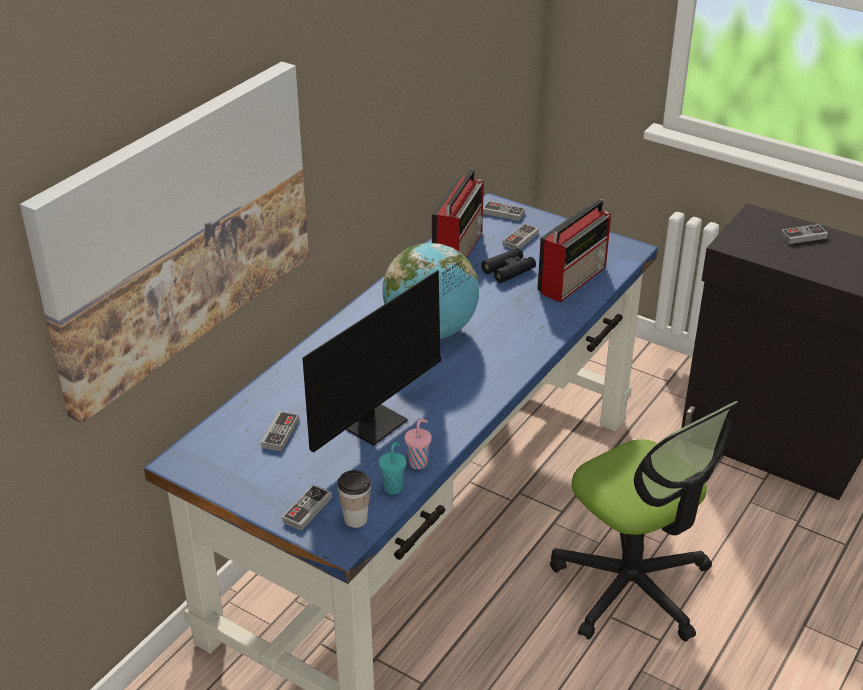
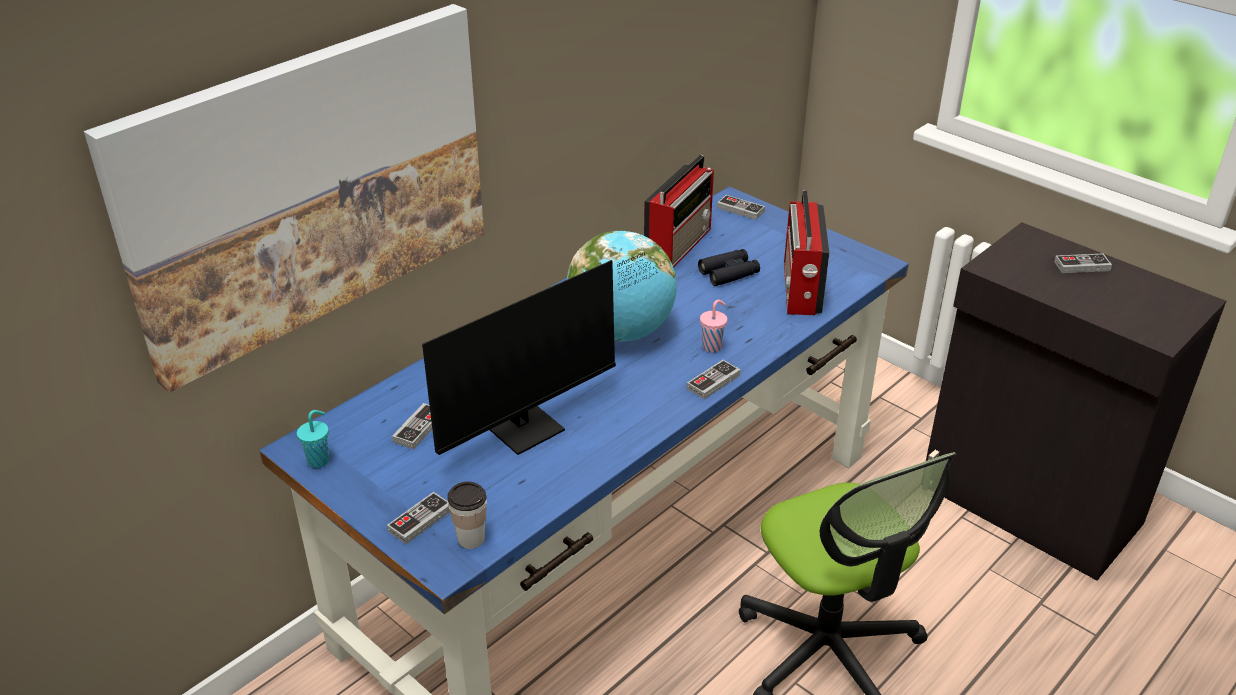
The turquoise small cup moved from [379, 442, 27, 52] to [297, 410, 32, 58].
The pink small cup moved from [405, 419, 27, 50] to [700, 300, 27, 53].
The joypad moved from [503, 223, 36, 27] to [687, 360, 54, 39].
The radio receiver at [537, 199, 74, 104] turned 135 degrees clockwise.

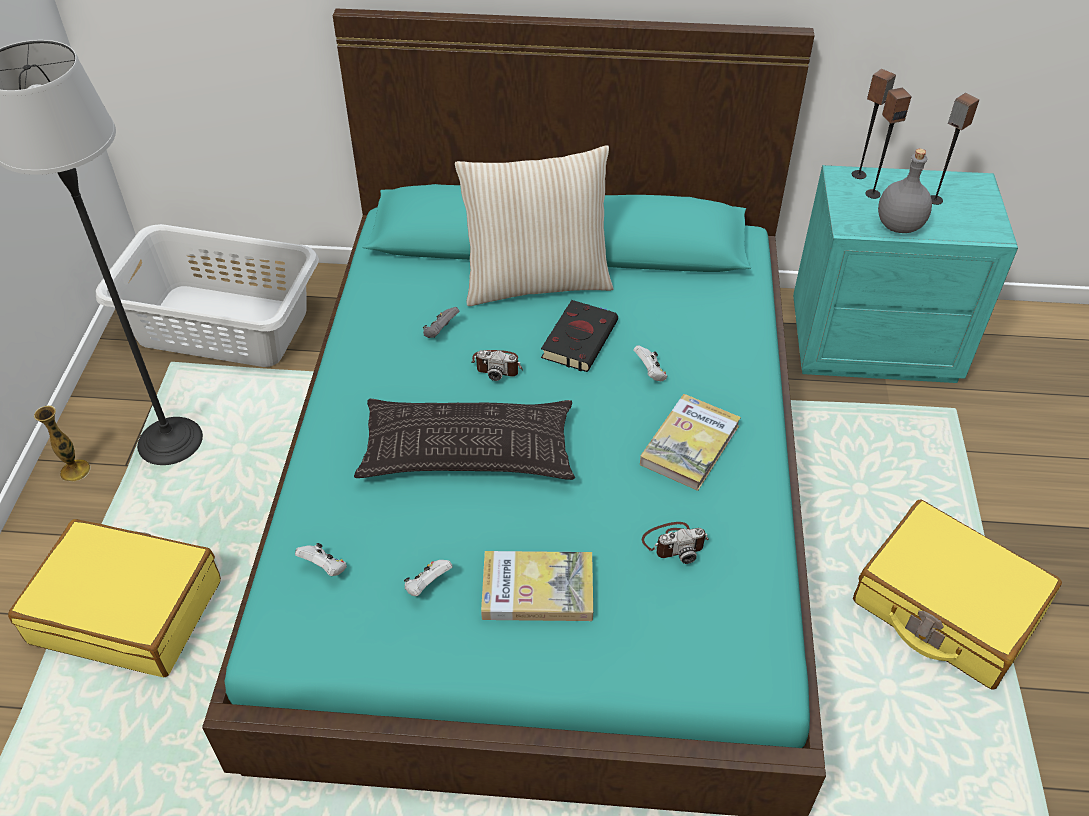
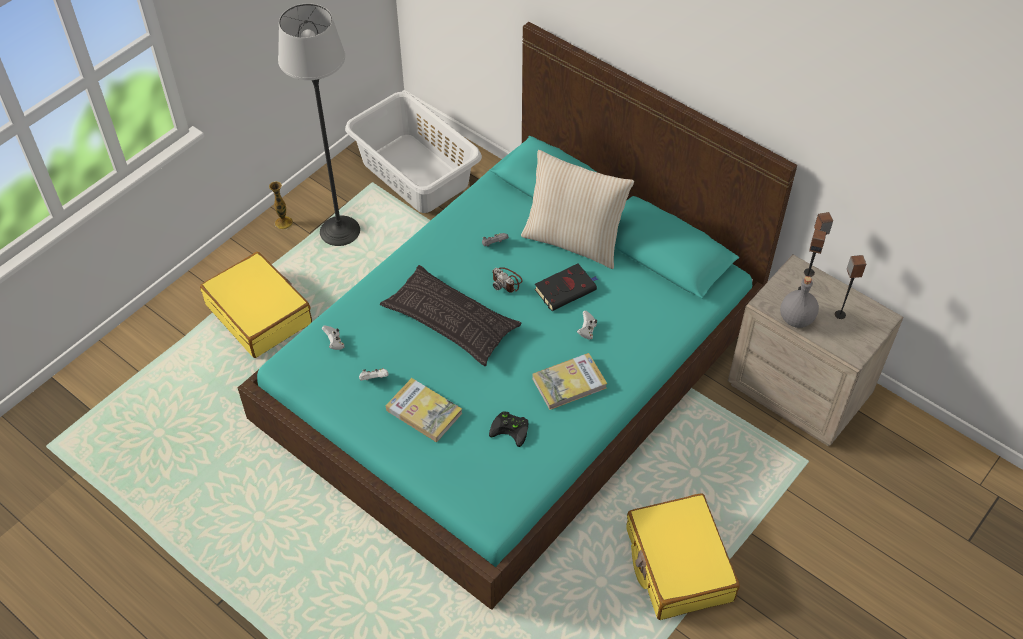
The still camera at [642, 522, 67, 42] was replaced by the black joypad at [489, 411, 39, 36].
The turquoise night table at [793, 165, 225, 218] became the beige-coloured night table at [728, 255, 176, 192].

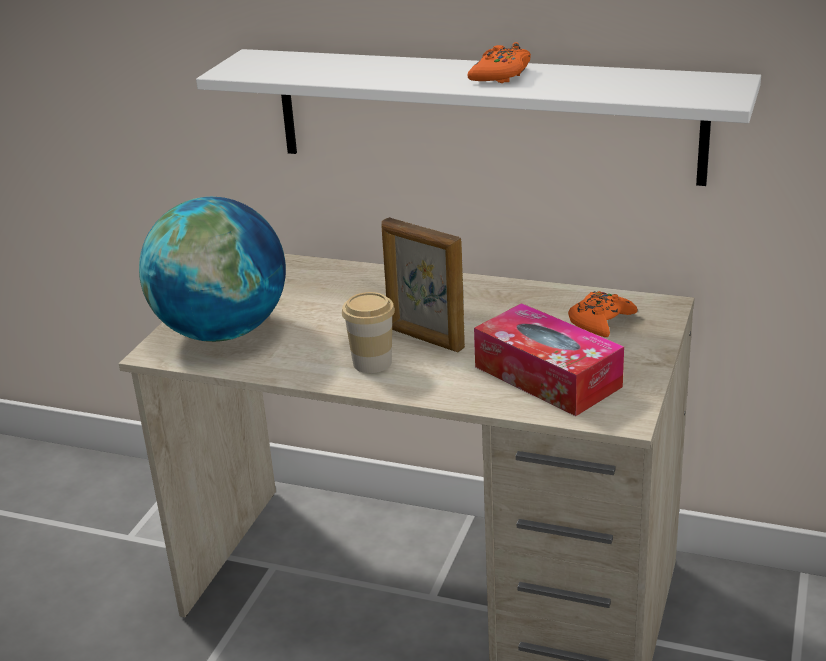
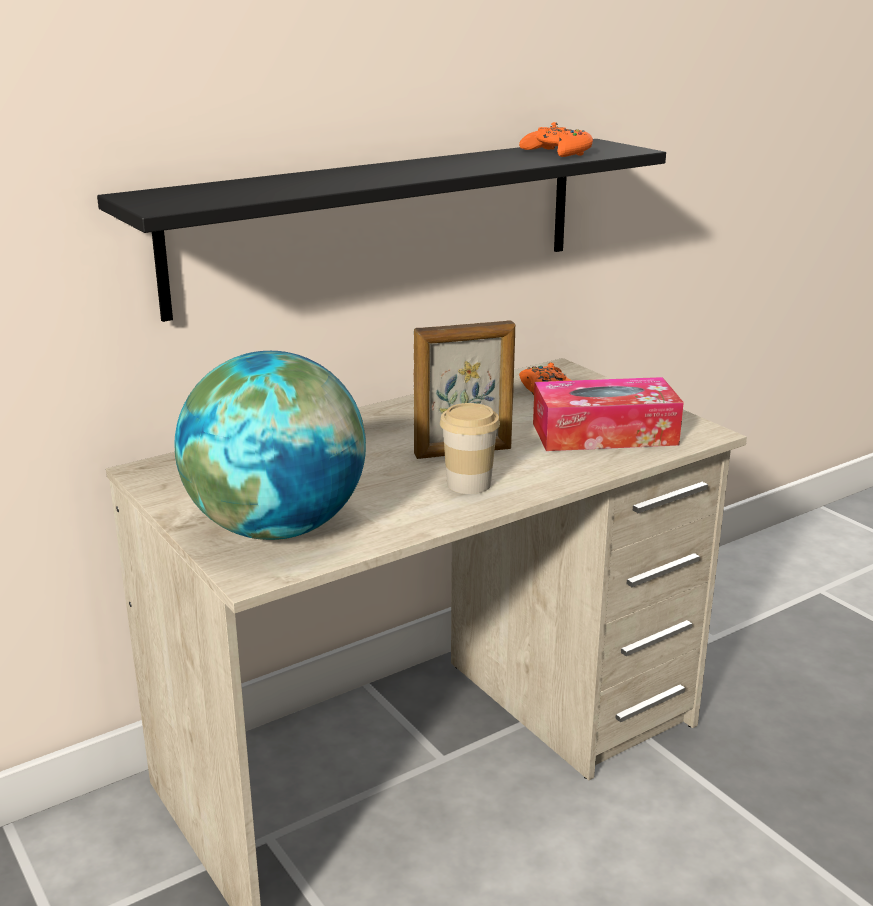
The whitish wall shelf at [196, 49, 565, 137] became the black wall shelf at [97, 139, 569, 183].
The orange-coloured joypad moved from [467, 42, 64, 41] to [519, 122, 74, 35].

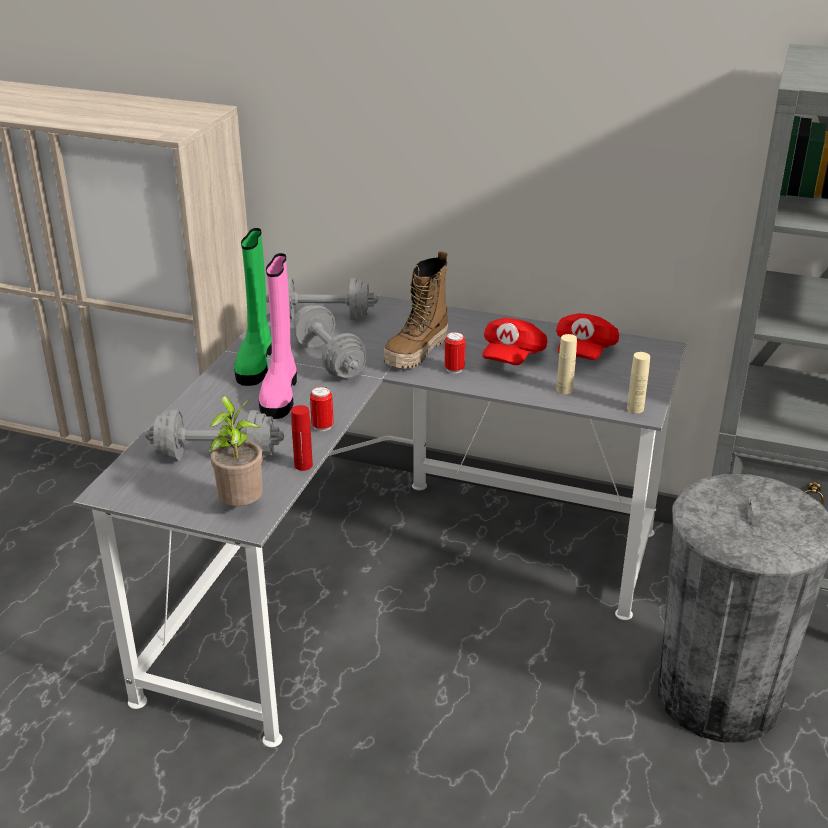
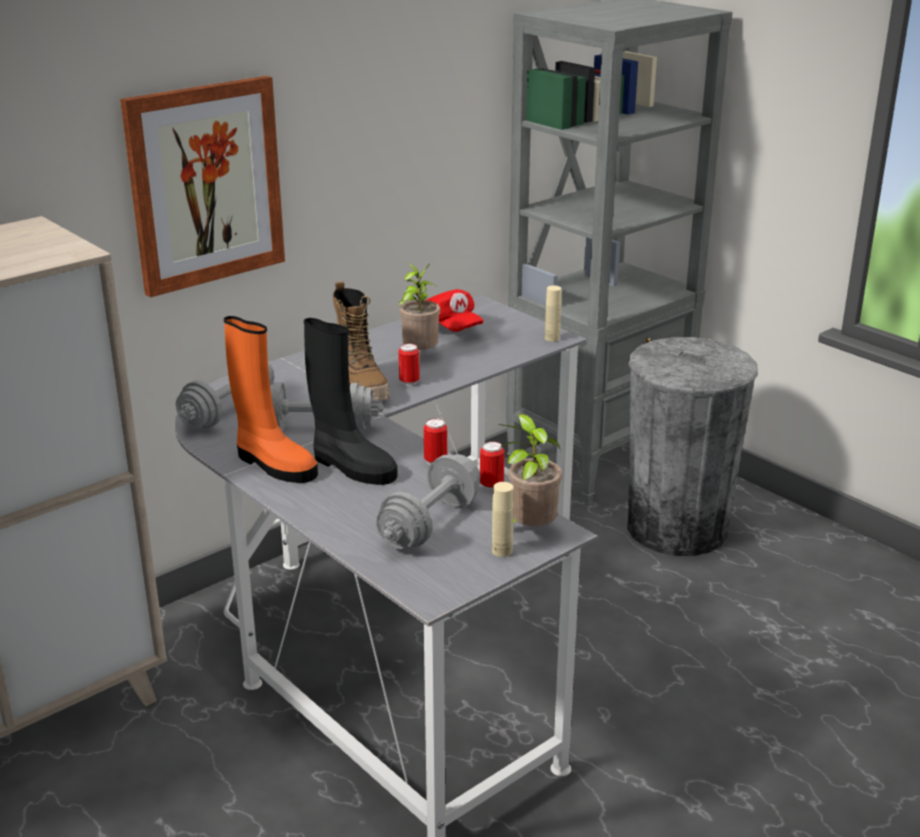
The greenish high-top boot at [234, 228, 38, 158] became the orange-coloured high-top boot at [224, 316, 94, 167].
The pink high-top boot at [259, 253, 38, 166] became the black high-top boot at [304, 318, 94, 167].
The reddish beverage bottle at [291, 405, 22, 66] was replaced by the sealed can at [480, 441, 25, 50].
The reddish peaked cap at [482, 318, 65, 47] was replaced by the plant in a pot at [398, 263, 42, 87].
The beige-coloured beverage bottle moved from [556, 334, 21, 60] to [492, 482, 22, 75].
The wall art at [120, 76, 165, 221] appeared.

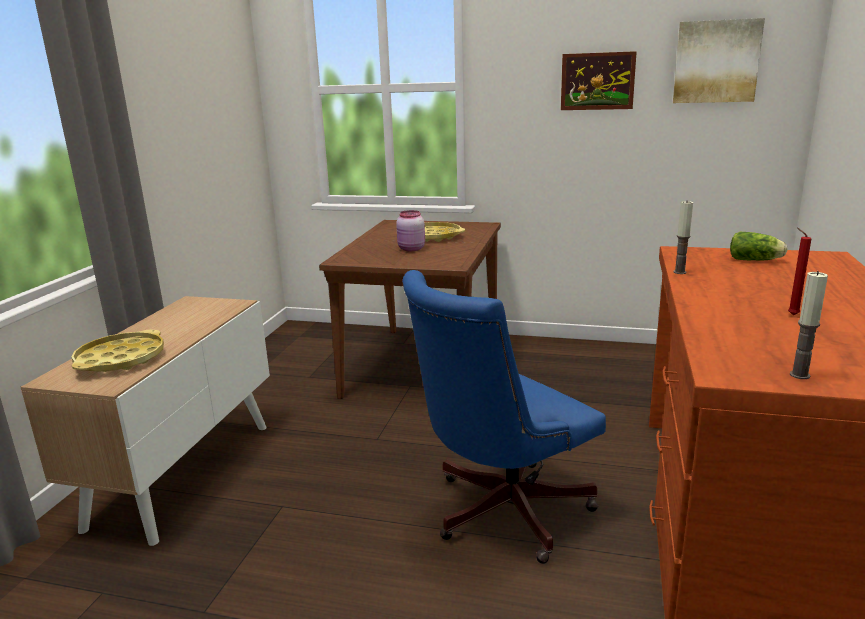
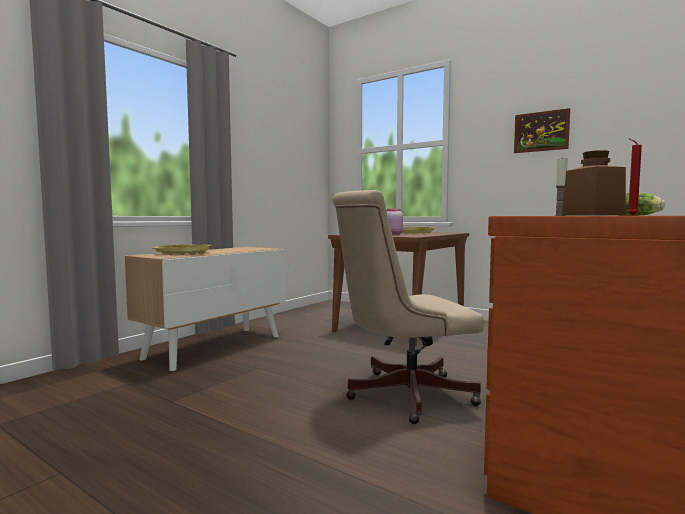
The blue computer chair at [402, 270, 204, 294] became the beige-coloured computer chair at [332, 190, 152, 234].
The wall art at [673, 18, 92, 85] disappeared.
The wax candle at [790, 271, 38, 108] was replaced by the brownish jar at [562, 150, 64, 65].

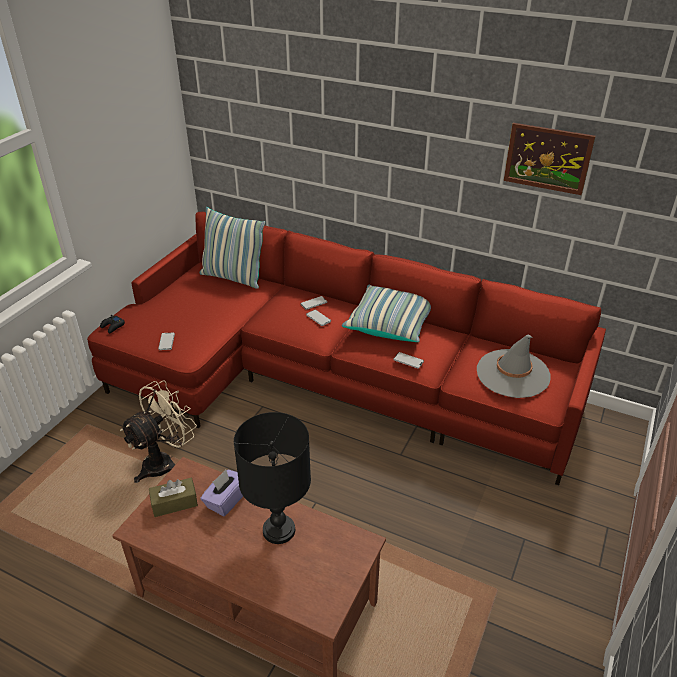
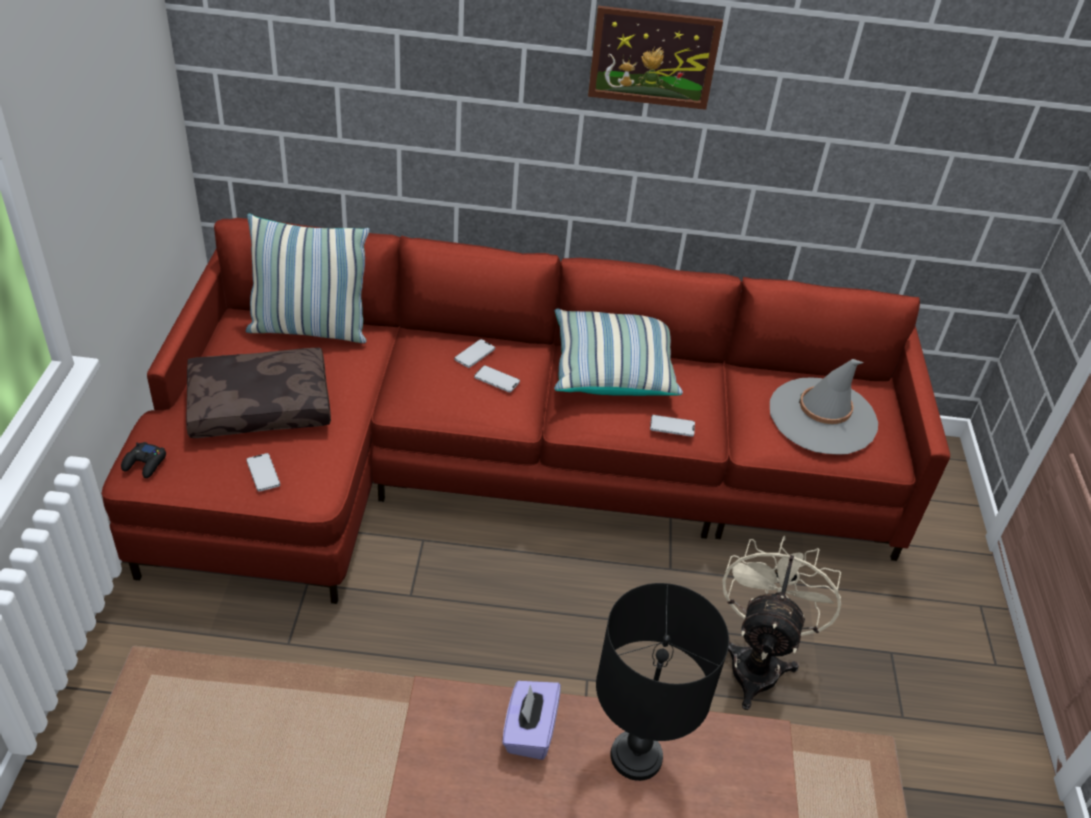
The beige-coloured cooling fan moved from [120, 380, 77, 103] to [722, 536, 119, 174].
The brownish box of tissues at [149, 478, 49, 39] disappeared.
The wall art moved from [504, 123, 91, 72] to [588, 6, 135, 104].
The brownish throw pillow at [186, 348, 145, 90] appeared.

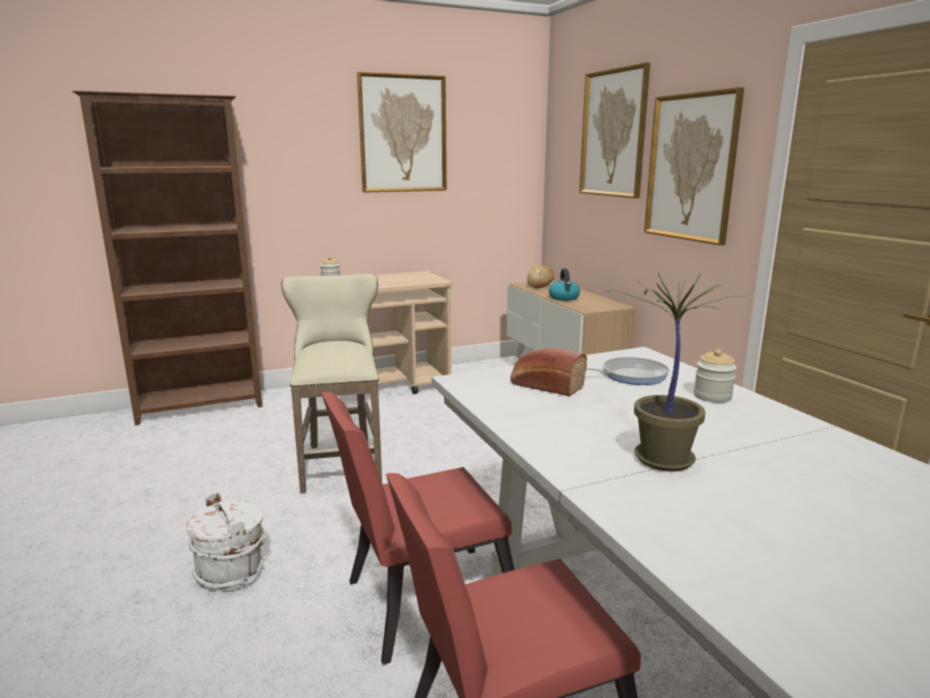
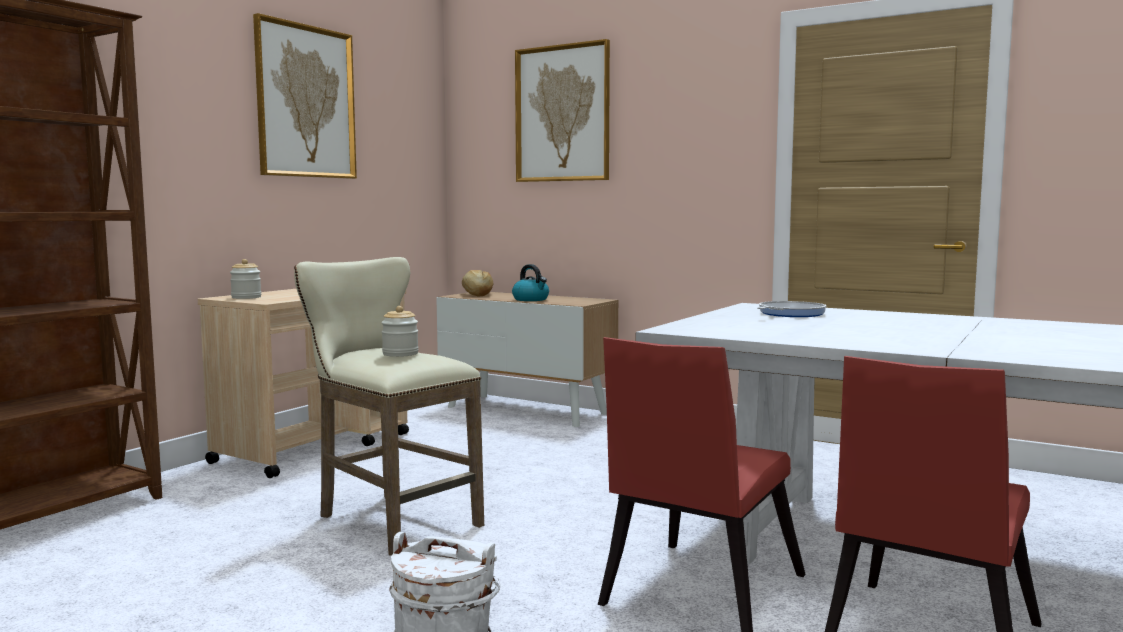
The baked bread at [510, 348, 77, 48] disappeared.
The plant in a pot at [603, 272, 148, 200] disappeared.
The wall art at [644, 87, 100, 158] disappeared.
The jar moved from [694, 349, 43, 54] to [381, 306, 38, 51].

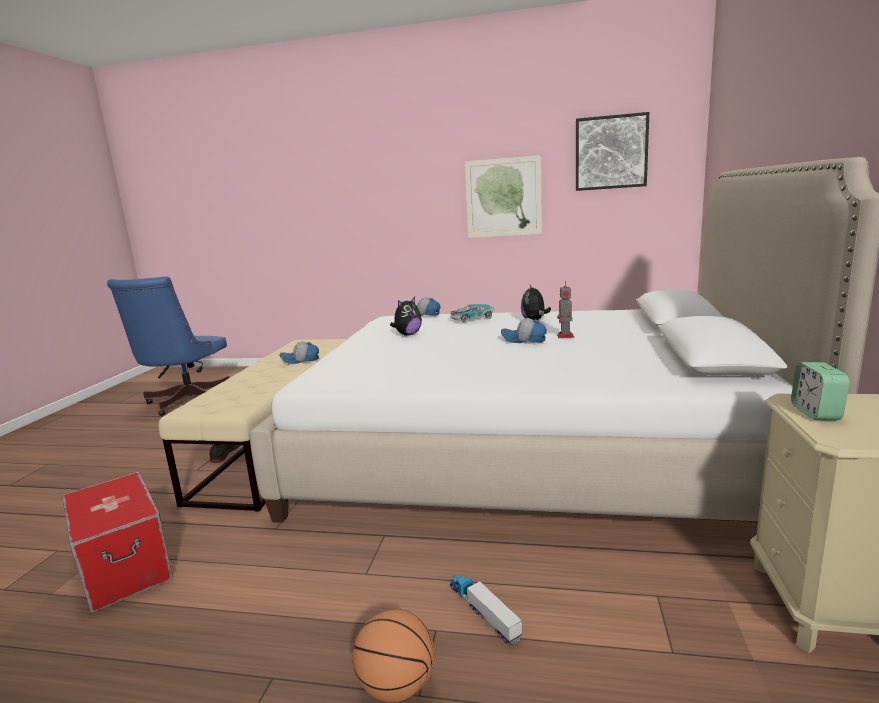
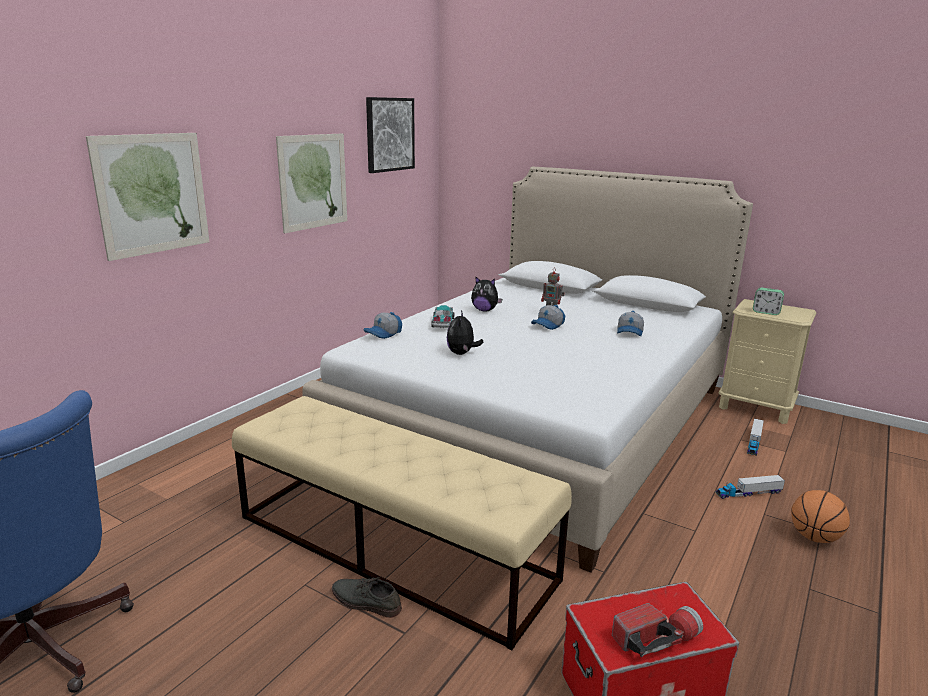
The peaked cap moved from [279, 341, 40, 23] to [617, 311, 27, 25].
The soft toy at [390, 297, 32, 39] turned 150 degrees counterclockwise.
The wall art at [86, 133, 124, 128] appeared.
The torch at [612, 603, 91, 54] appeared.
The model truck at [747, 419, 17, 37] appeared.

